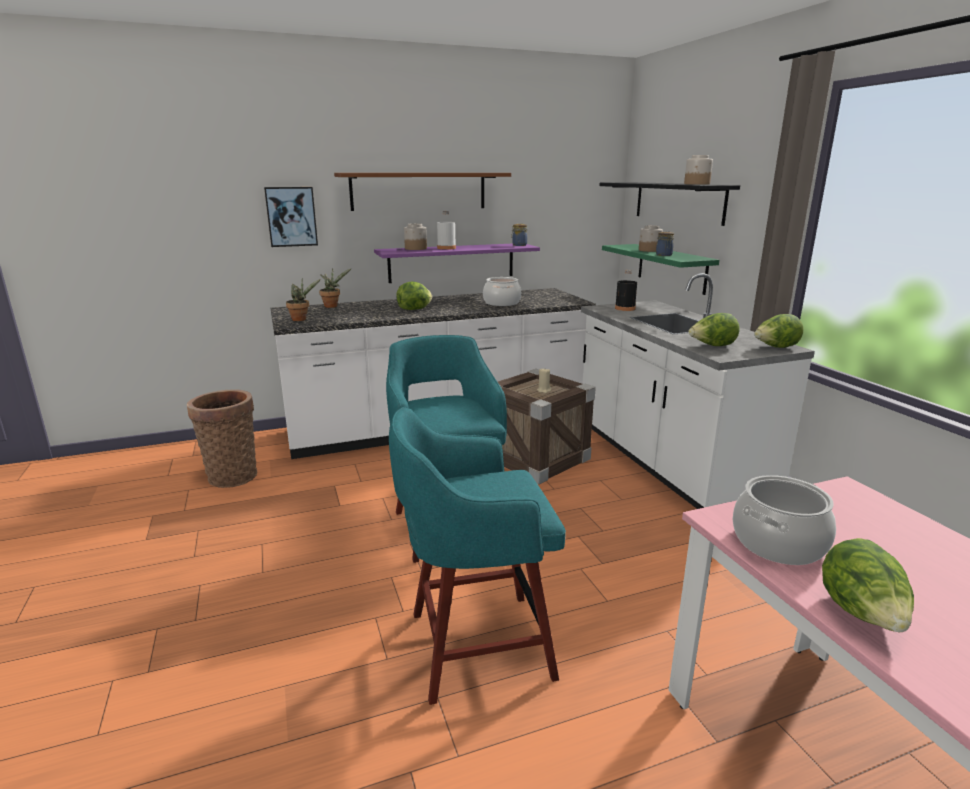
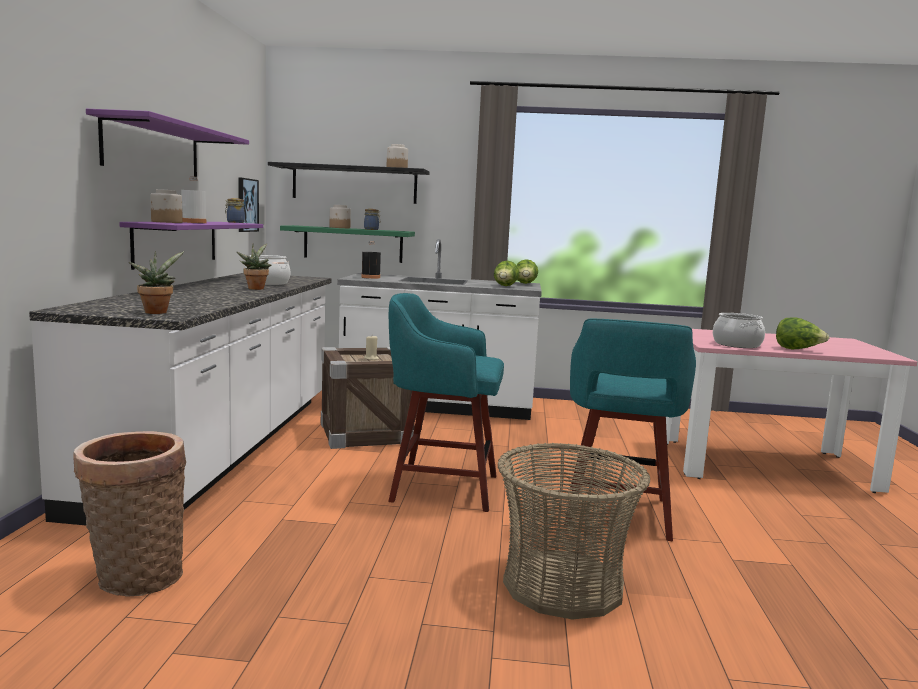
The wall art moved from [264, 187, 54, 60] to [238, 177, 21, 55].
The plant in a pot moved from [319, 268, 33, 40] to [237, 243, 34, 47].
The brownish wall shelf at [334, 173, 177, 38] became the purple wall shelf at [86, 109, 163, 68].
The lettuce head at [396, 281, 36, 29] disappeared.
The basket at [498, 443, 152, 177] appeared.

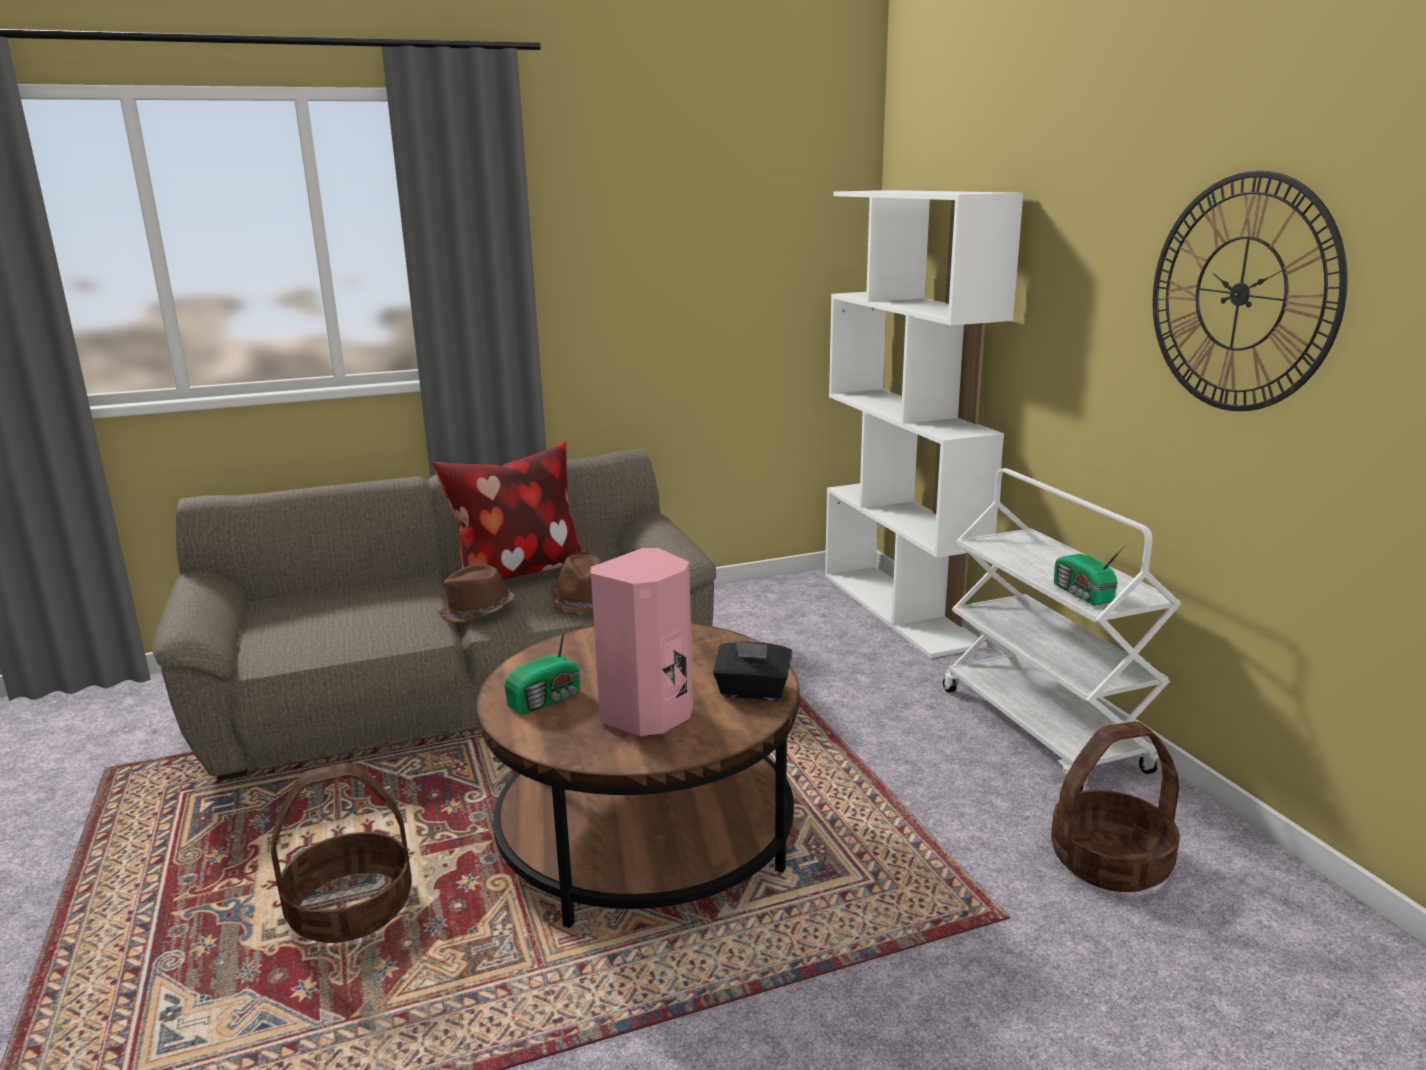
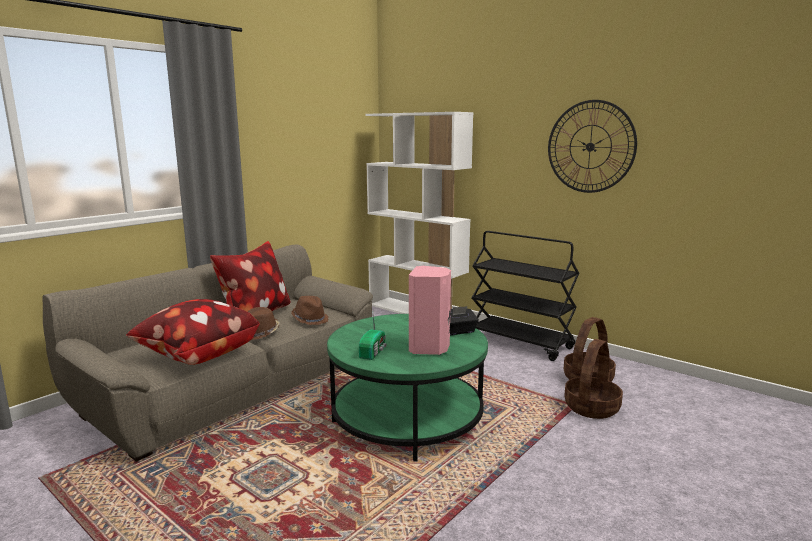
The basket moved from [271, 763, 141, 180] to [564, 339, 59, 80].
The brownish low table at [476, 623, 324, 305] became the greenish low table at [327, 314, 161, 148].
The whitish trolley at [943, 468, 239, 323] became the black trolley at [472, 231, 107, 130].
The radio receiver at [1054, 543, 73, 62] disappeared.
The throw pillow at [126, 299, 134, 66] appeared.

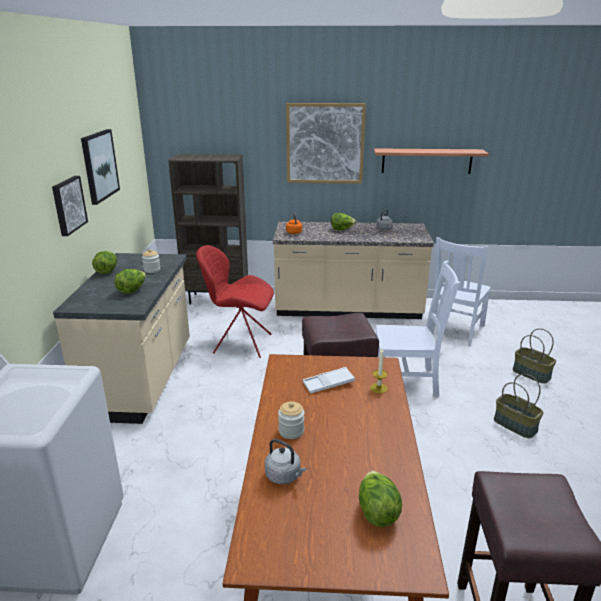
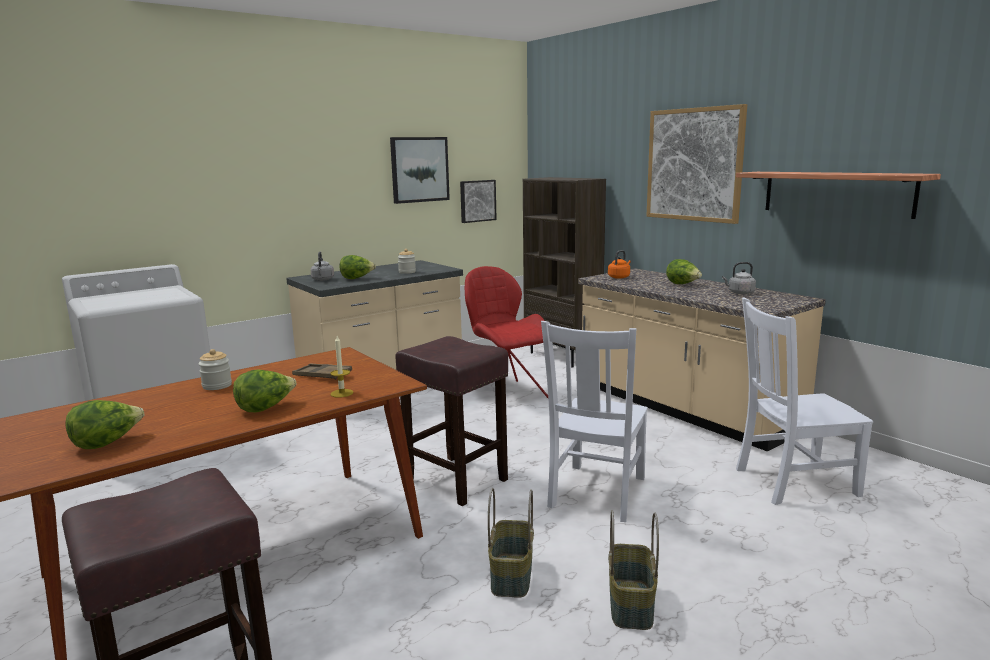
The wall art moved from [52, 176, 36, 60] to [460, 180, 37, 43].
The lettuce head moved from [92, 251, 25, 23] to [233, 369, 63, 43].
The grey tea kettle moved from [265, 439, 41, 45] to [311, 252, 23, 29].
The whitish carrying tray at [303, 367, 52, 27] became the brownish carrying tray at [292, 364, 60, 16].
The whitish upright chair at [376, 261, 84, 136] turned 60 degrees clockwise.
The basket moved from [513, 329, 43, 55] to [488, 488, 46, 110].

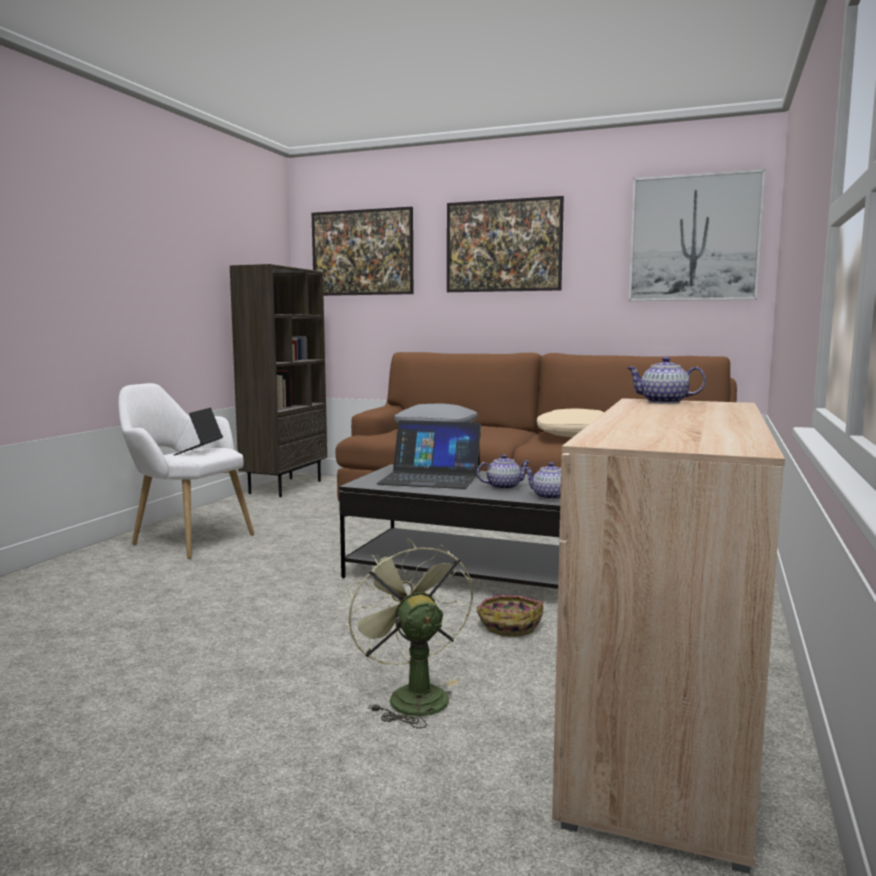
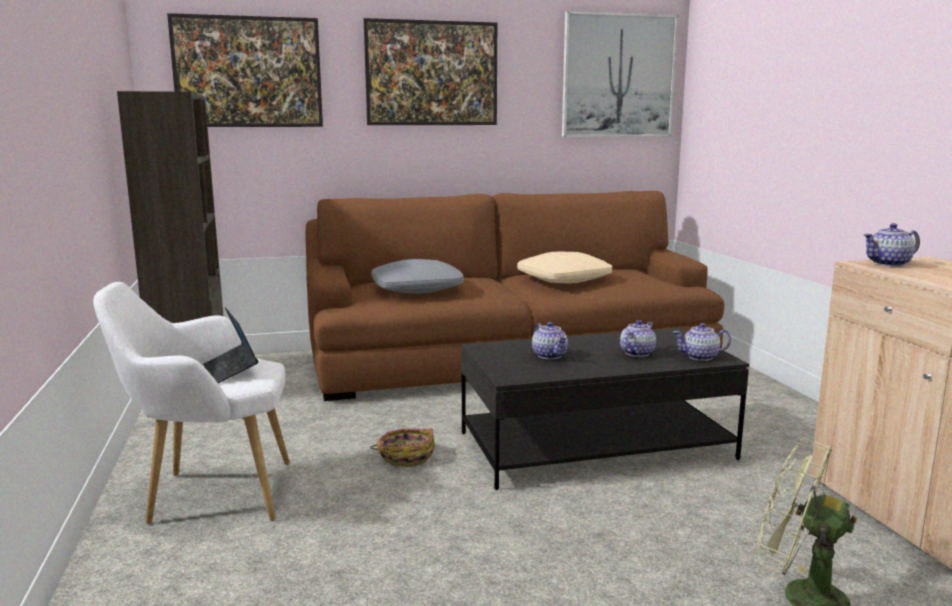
The laptop at [376, 420, 105, 69] was replaced by the pot for tea at [532, 322, 36, 37].
The basket moved from [476, 595, 67, 41] to [370, 428, 65, 39].

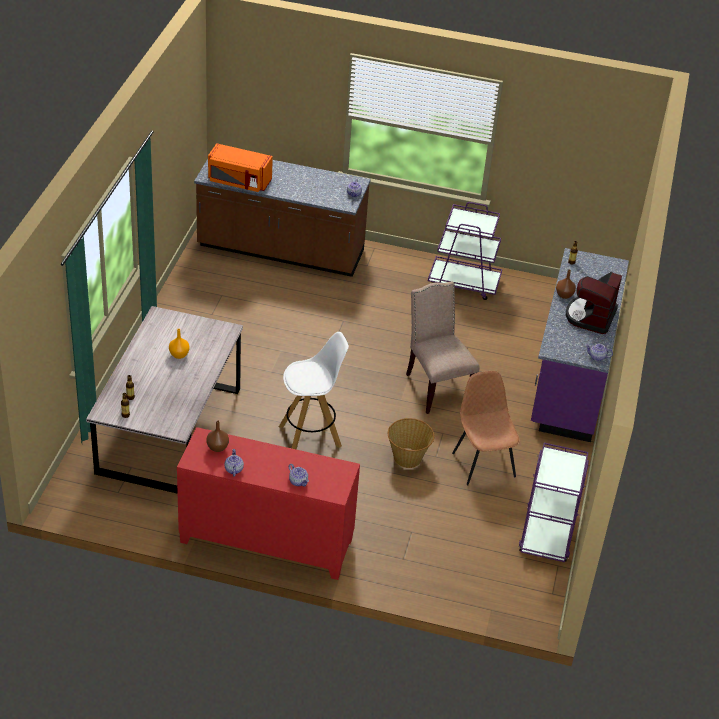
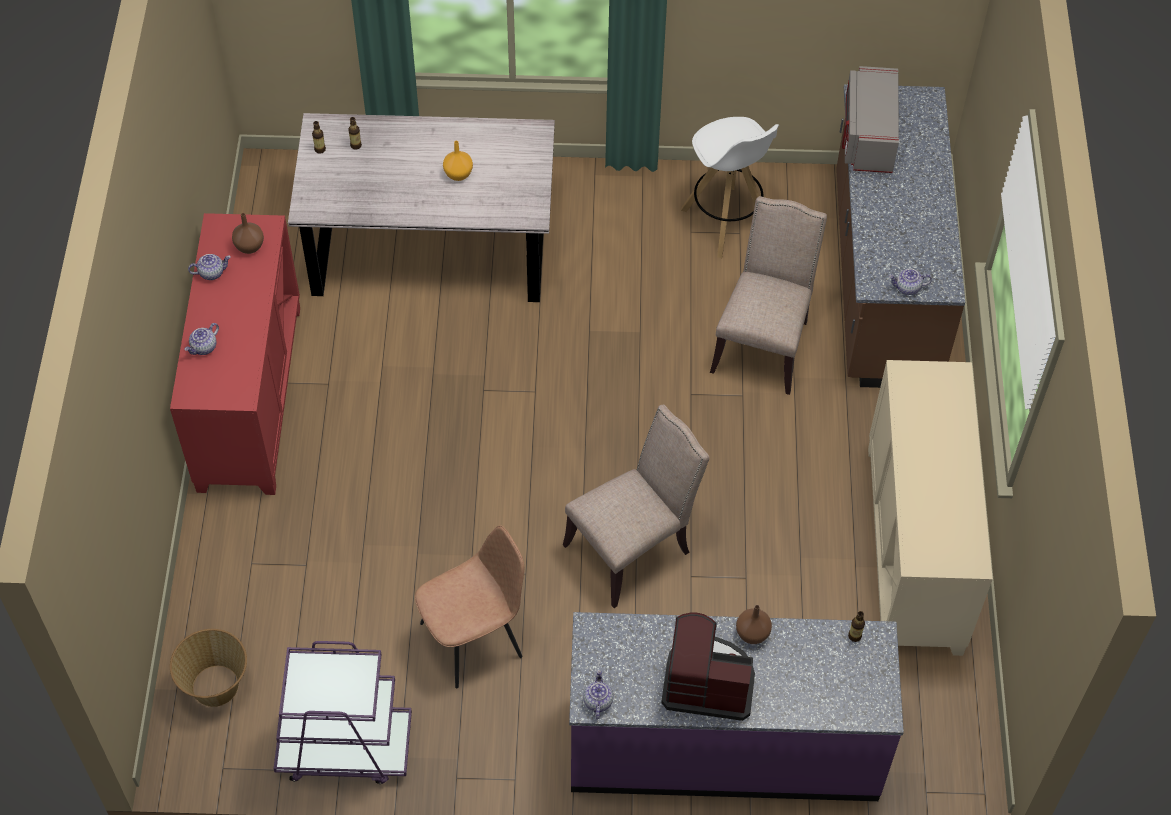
The orange-coloured kitchen microwave at [208, 143, 65, 49] became the grey kitchen microwave at [842, 66, 57, 107].
The whitish stool moved from [279, 332, 70, 117] to [681, 117, 98, 141].
The basket moved from [388, 418, 46, 50] to [170, 629, 77, 78].
The purple trolley at [428, 202, 74, 98] was replaced by the beige-coloured storage cabinet at [868, 360, 125, 296].
The beige-coloured upright chair at [710, 196, 117, 199] appeared.

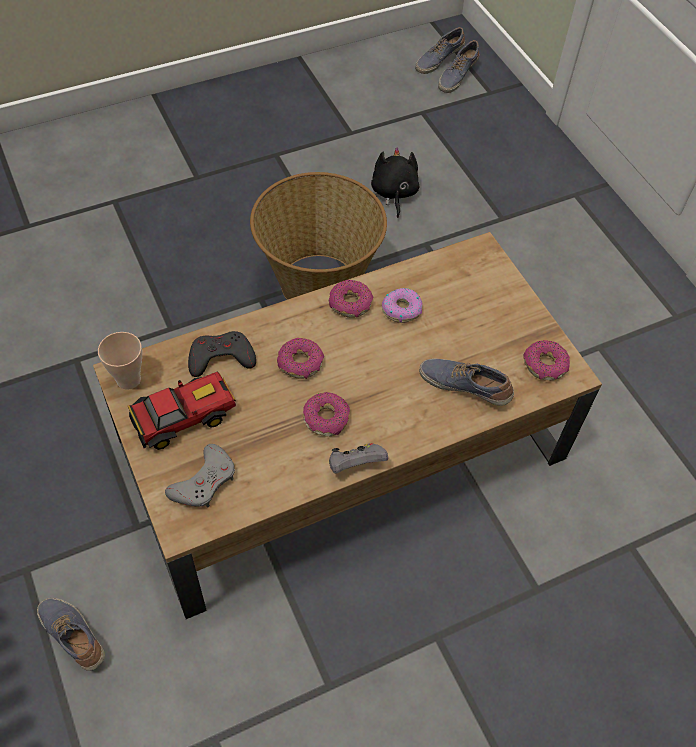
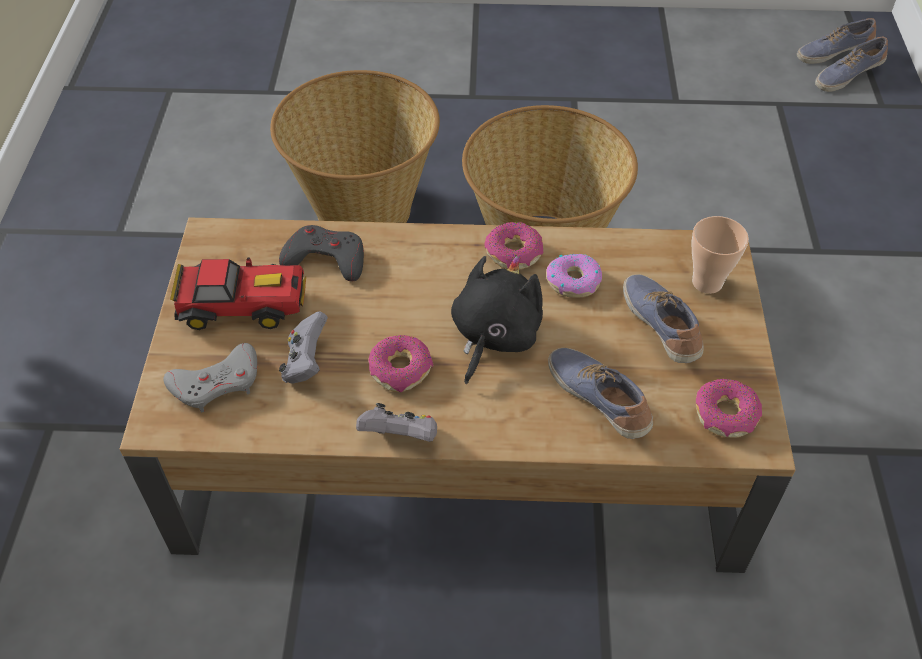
The item of footwear moved from [37, 598, 68, 73] to [623, 274, 81, 89].
The small cup moved from [98, 332, 44, 58] to [692, 216, 57, 78].
The ring doughnut at [277, 338, 47, 41] disappeared.
The black soft toy moved from [371, 147, 48, 71] to [451, 256, 92, 128].
The basket at [270, 70, 170, 153] appeared.
The grey joypad at [279, 311, 49, 72] appeared.

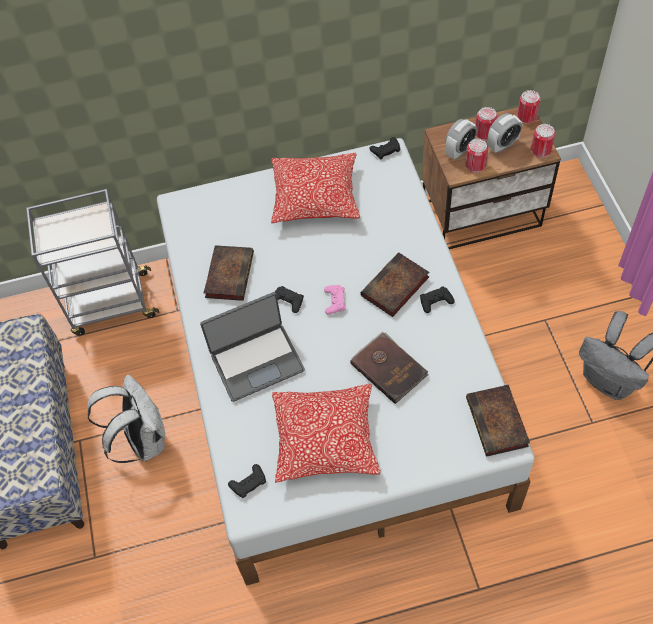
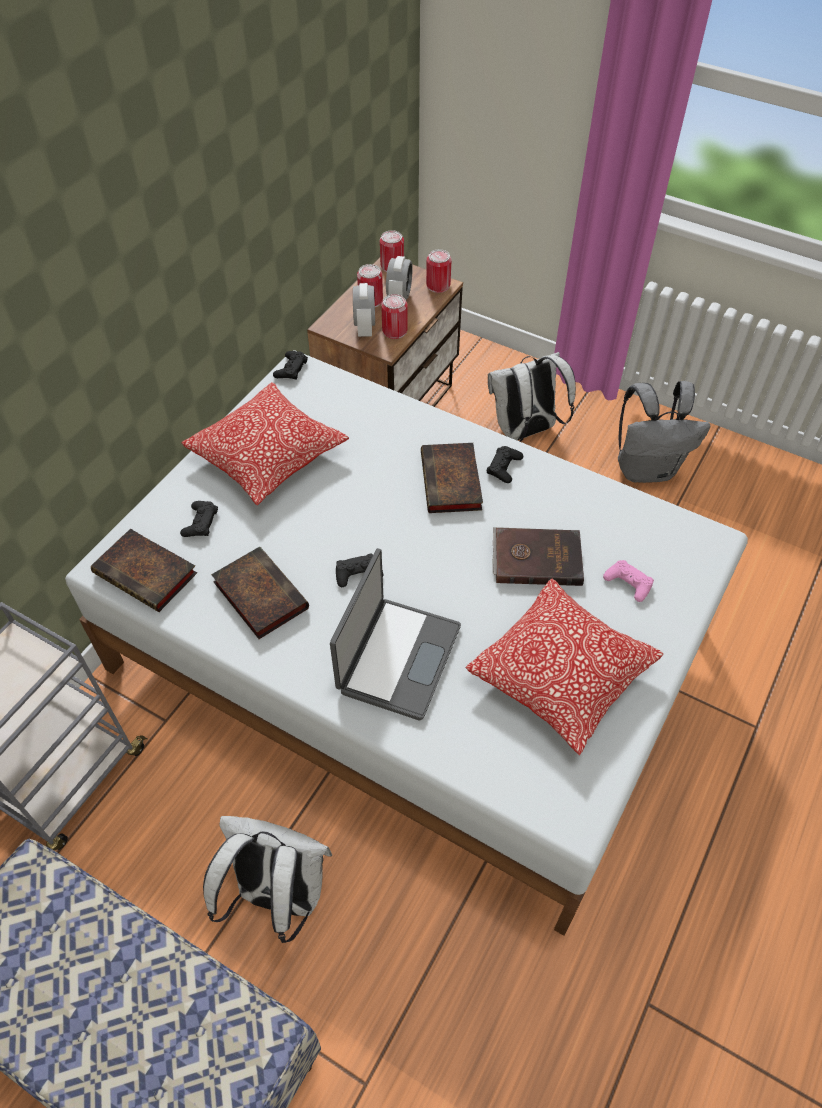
The black joypad moved from [228, 464, 38, 34] to [180, 501, 38, 36].
The pink joypad moved from [324, 285, 22, 30] to [603, 560, 51, 42].
The book moved from [466, 385, 64, 71] to [91, 529, 106, 83].
The whitish rucksack at [488, 352, 88, 90] appeared.

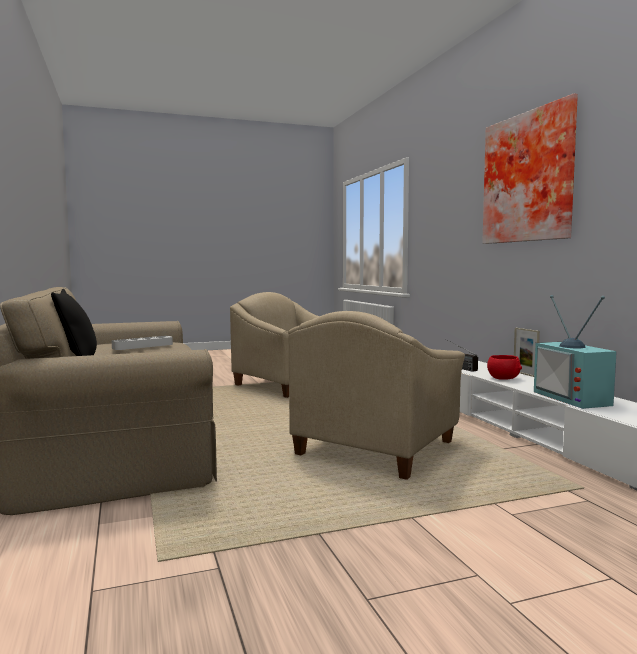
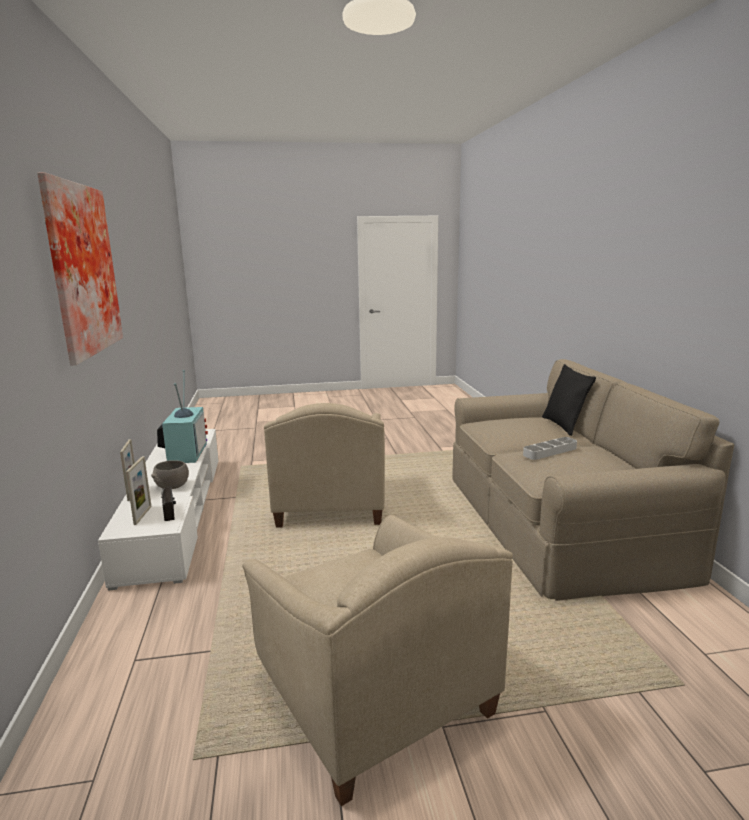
The beige-coloured easy chair at [288, 311, 177, 169] turned 135 degrees clockwise.
The reddish serving bowl at [487, 355, 35, 25] became the grey serving bowl at [151, 460, 38, 29].
The photo frame at [126, 456, 26, 69] appeared.

